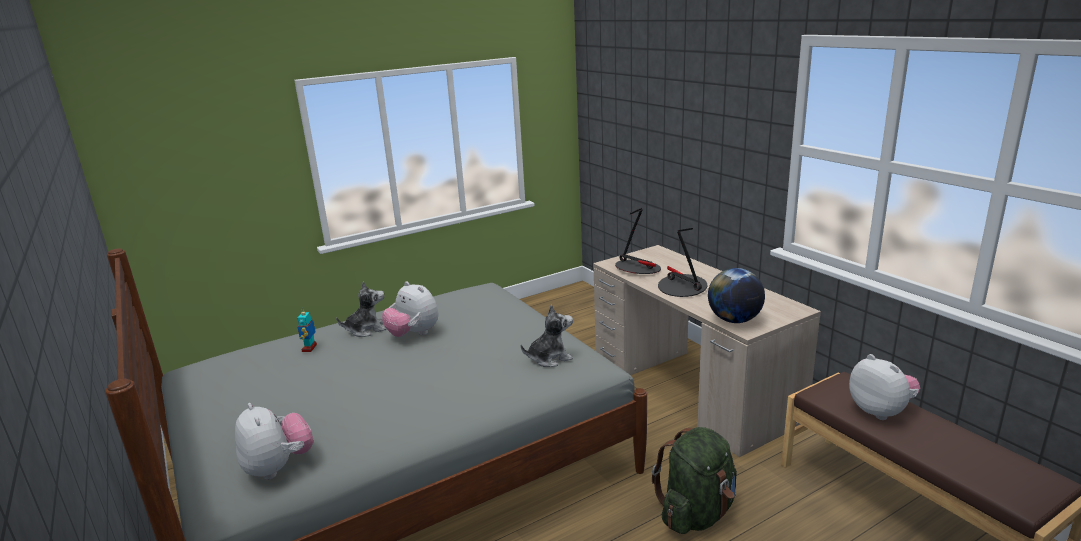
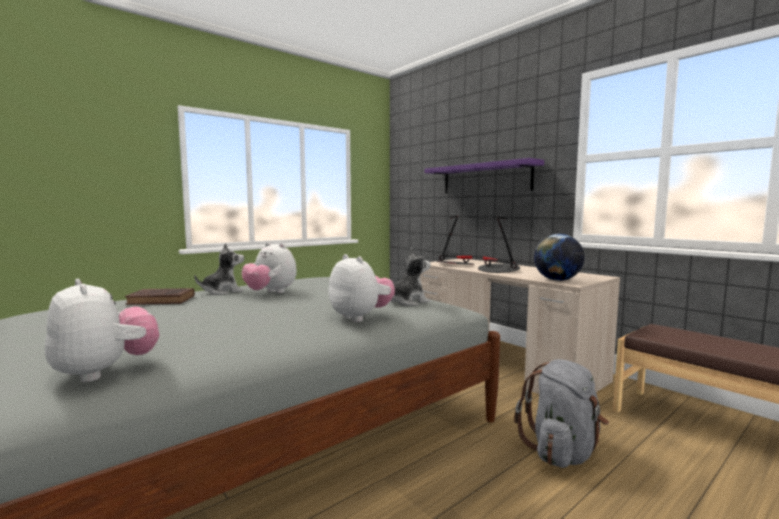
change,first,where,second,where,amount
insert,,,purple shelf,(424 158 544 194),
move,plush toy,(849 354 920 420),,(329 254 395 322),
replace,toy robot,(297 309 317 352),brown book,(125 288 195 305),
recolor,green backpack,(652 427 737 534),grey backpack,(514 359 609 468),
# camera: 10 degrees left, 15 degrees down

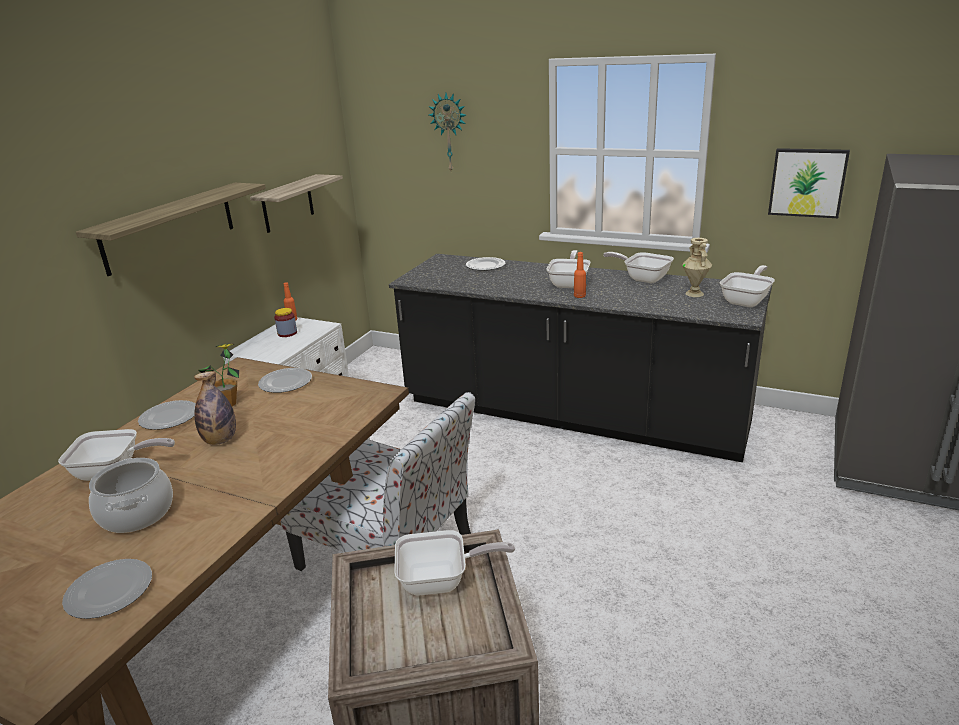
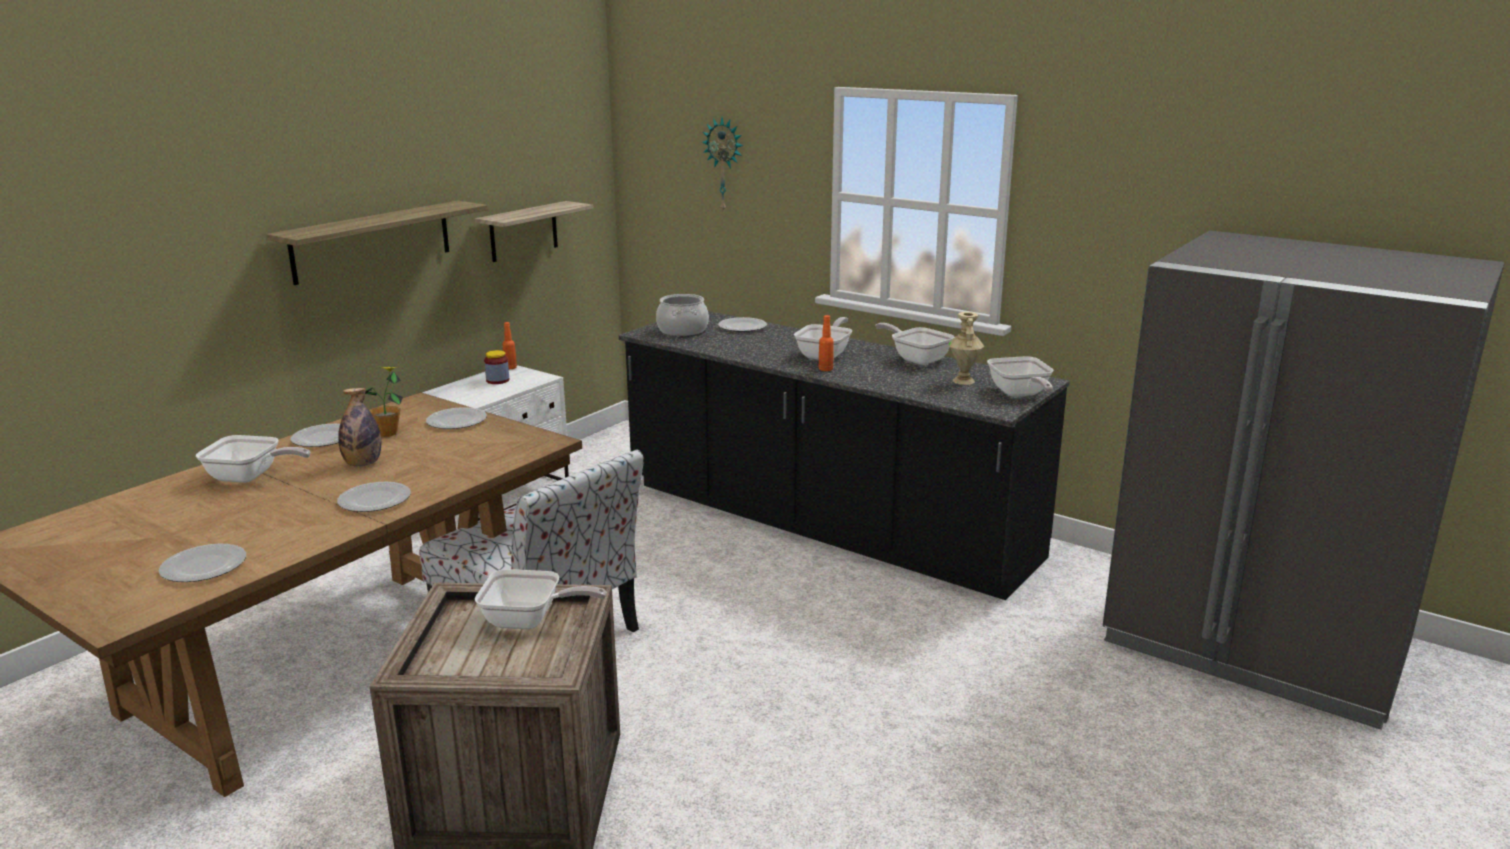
change,first,where,second,where,amount
delete,picture,(768 148 850 218),,,
insert,,,plate,(337 482 411 512),
move,cooking pot,(89 458 173 533),,(656 294 709 336),
rotate,frying pan,(720 265 775 307),,(987 356 1054 397),120 degrees clockwise
# camera: 10 degrees right, 5 degrees down

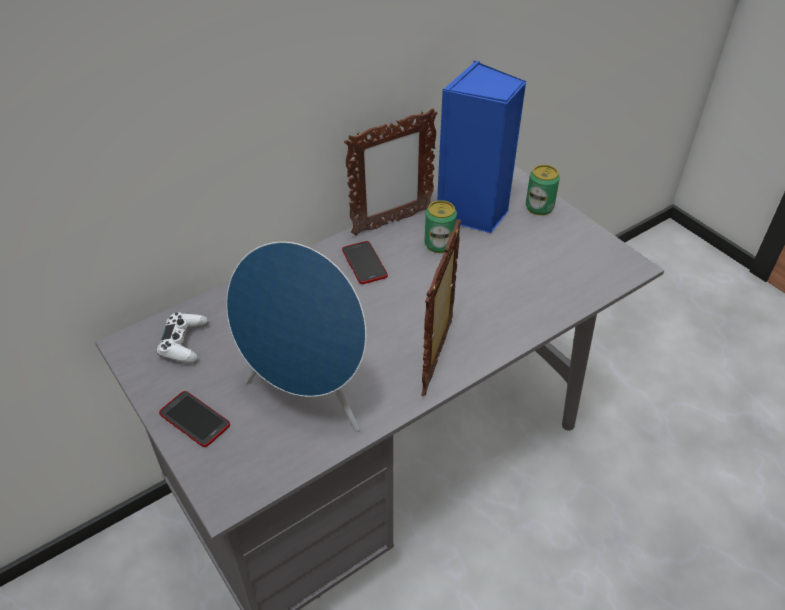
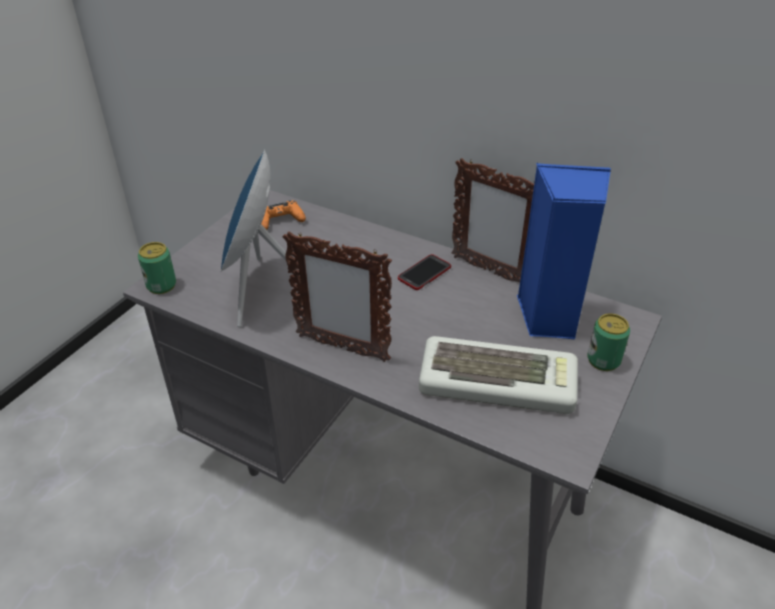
change,first,where,second,where,amount
delete,phone,(159 391 230 447),,,
insert,,,keyboard,(419 336 578 414),
move,can,(425 200 457 253),,(138 242 176 294),
recolor,white game controller,(156 312 209 364),orange game controller,(261 200 306 230),
rotate,picture frame,(421 219 461 396),,(283 231 392 362),150 degrees counterclockwise
# camera: 65 degrees right, 5 degrees down

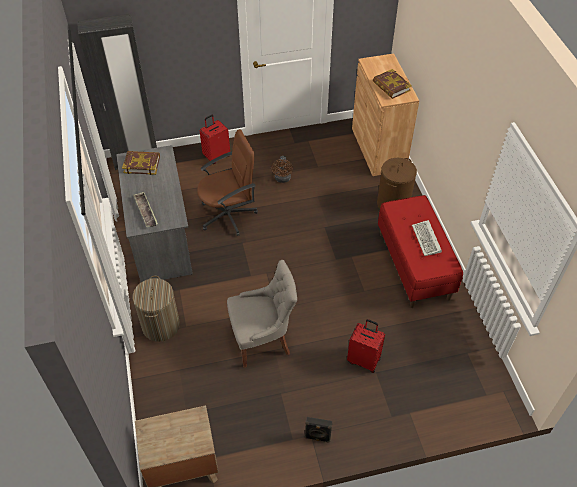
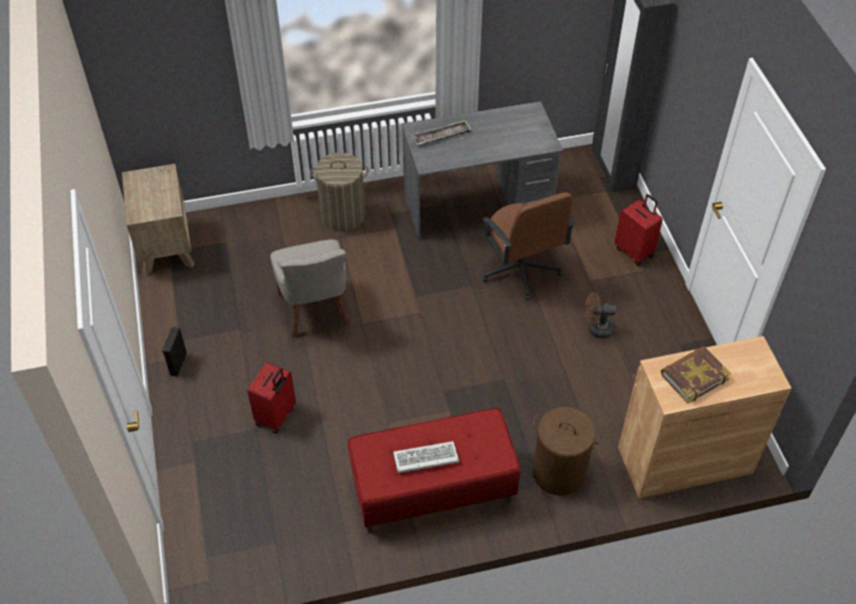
change,first,where,second,where,amount
delete,book,(122 151 160 175),,,
# camera: 90 degrees right, 0 degrees up

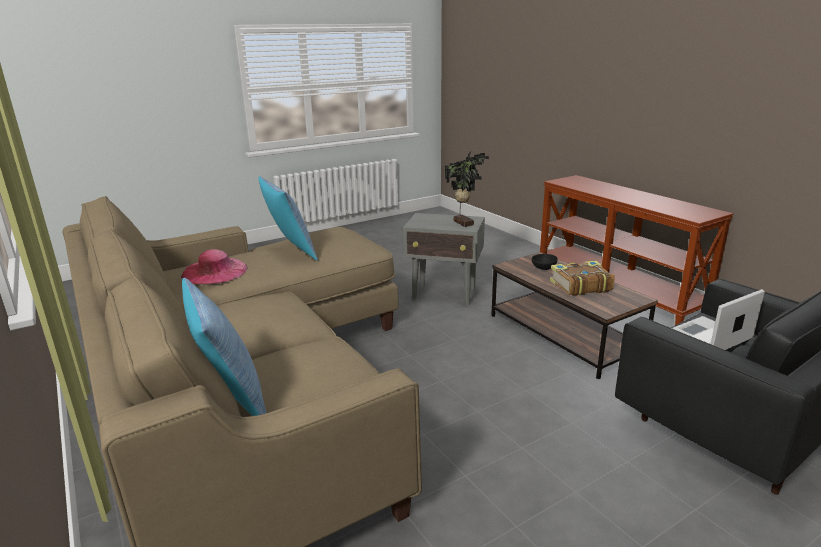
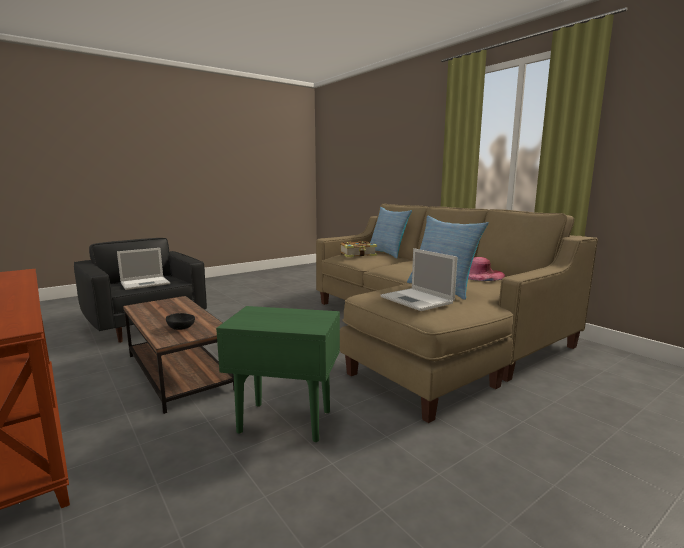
change,first,where,second,where,amount
delete,potted plant,(445 151 489 227),,,
insert,,,laptop,(381 248 457 311),
move,book,(550 260 615 296),,(340 241 377 257),
recolor,grey side table,(403 213 485 305),green side table,(216 306 340 442),
# camera: 175 degrees right, 10 degrees down

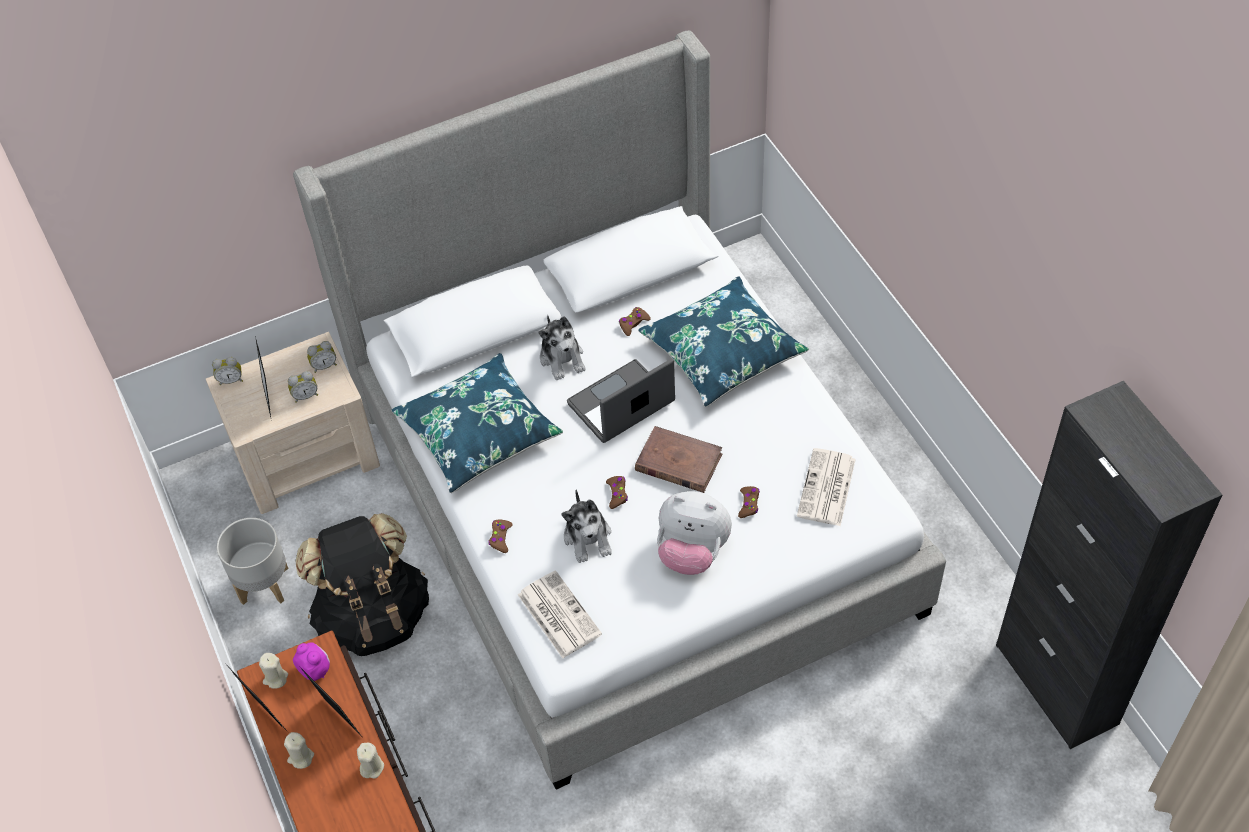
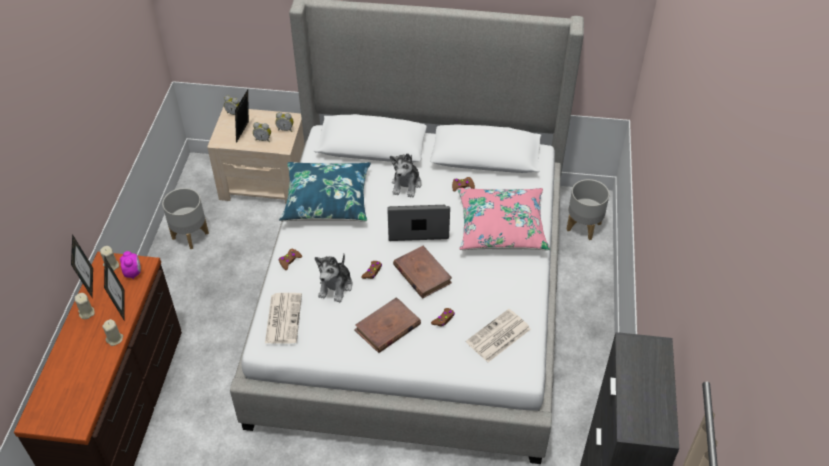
change,first,where,second,where,amount
delete,black backpack,(296 513 429 656),,,
insert,,,grey planter,(567 179 609 240),
replace,plush toy,(657 491 732 575),brown book,(354 297 421 353),
recolor,blue pillow,(638 276 809 407),pink pillow,(458 188 550 250),
# camera: 30 degrees right, 5 degrees down

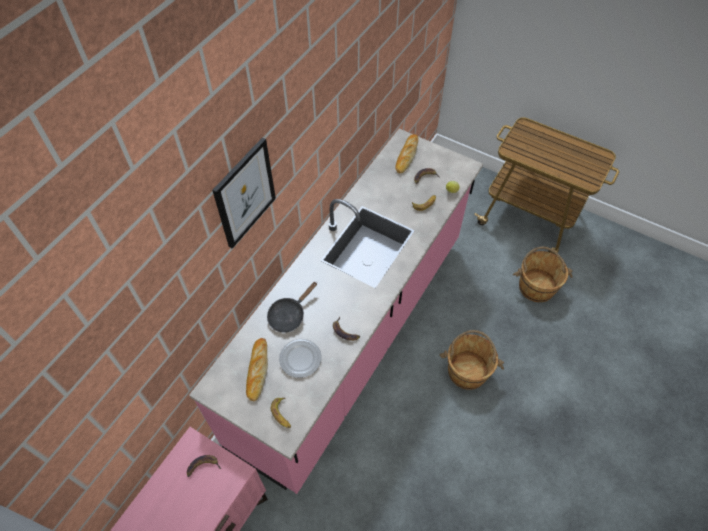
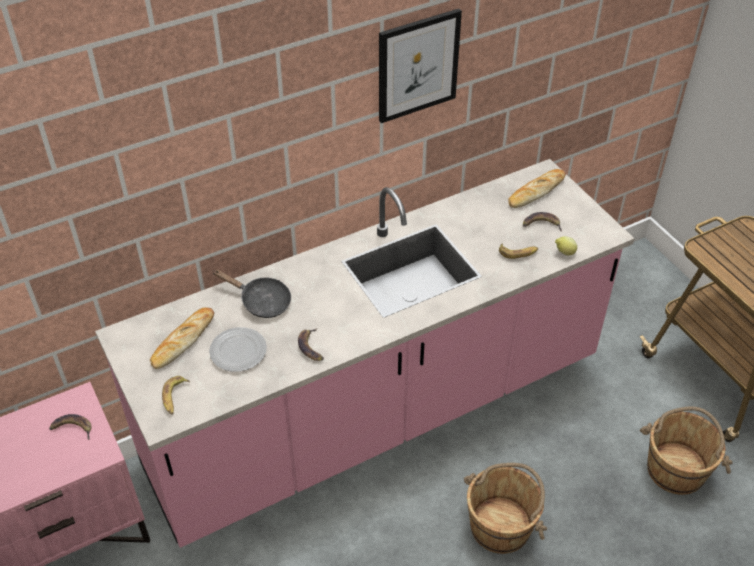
change,first,where,second,where,amount
move,picture,(212 138 276 249),,(379 9 462 123),
rotate,black frying pan,(267 282 317 333),,(213 269 291 318),135 degrees counterclockwise
# camera: 30 degrees right, 10 degrees down

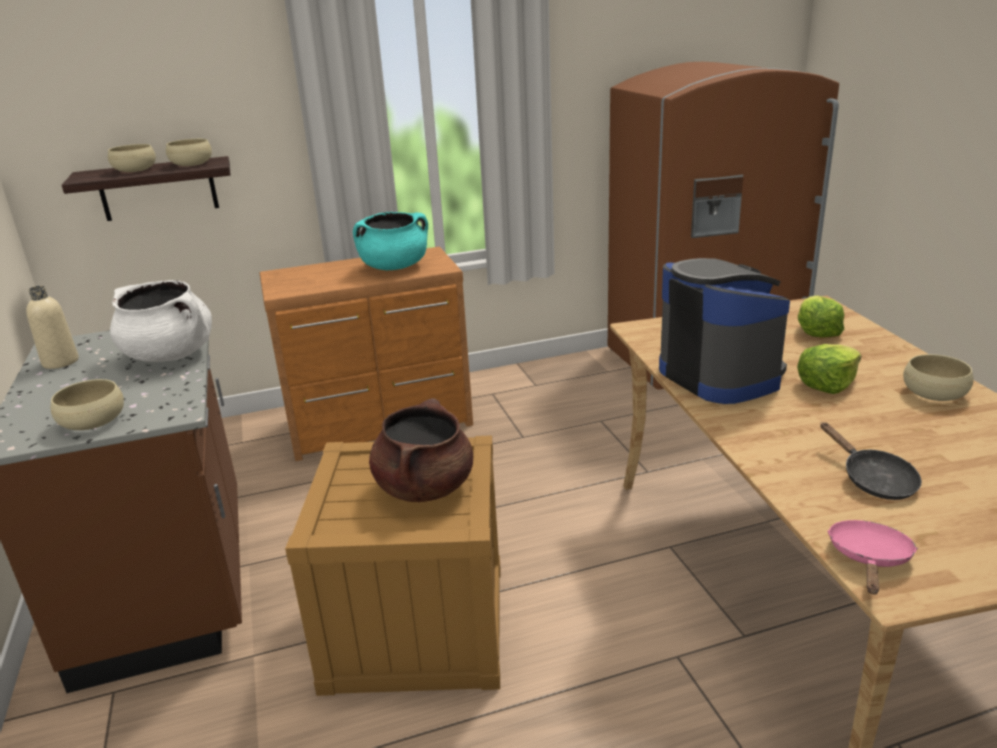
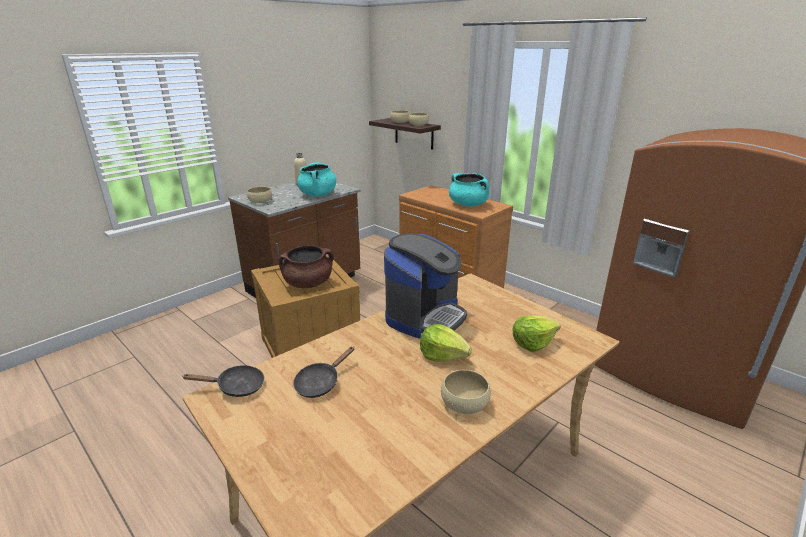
change,first,where,second,where,amount
recolor,white cooking pot,(110 280 212 362),turquoise cooking pot,(297 162 336 197),
recolor,pink frying pan,(828 520 918 594),black frying pan,(182 365 264 397),
# camera: 60 degrees right, 0 degrees up

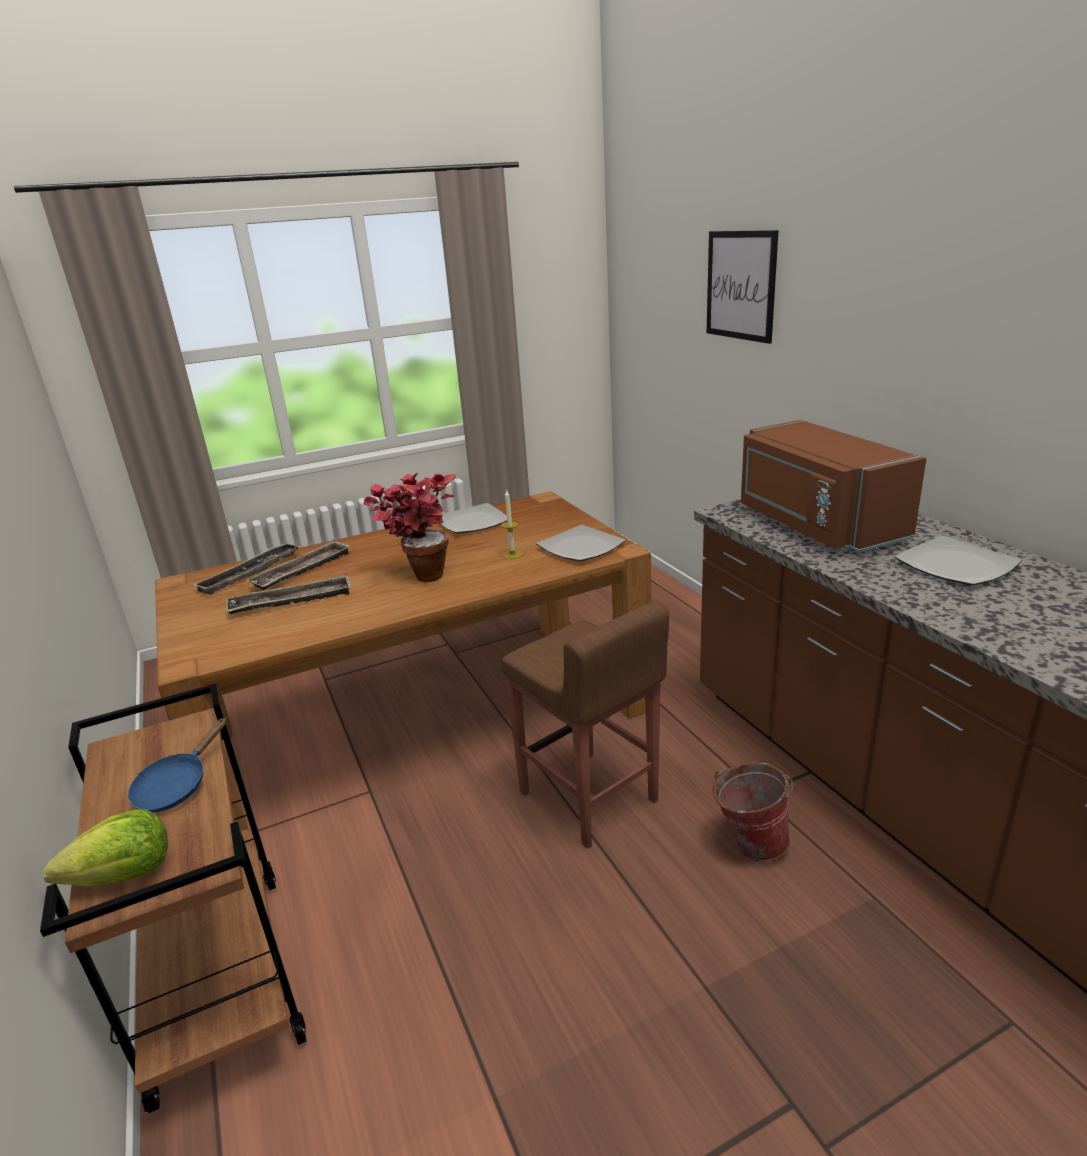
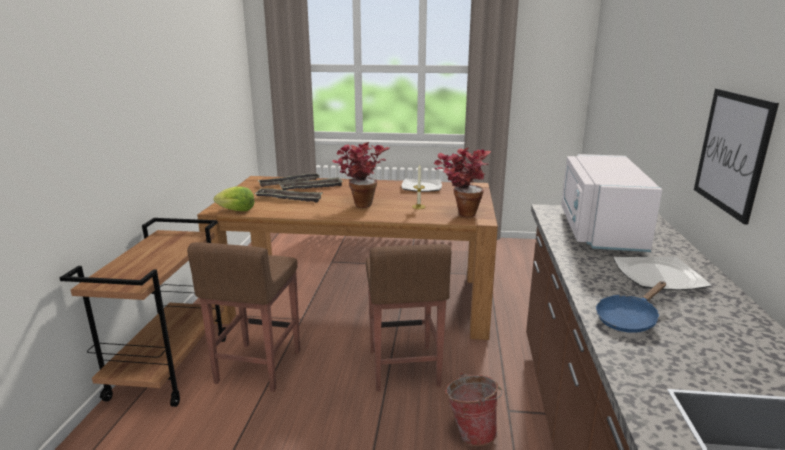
change,first,where,second,where,amount
insert,,,brown stool,(187 242 300 392),
move,lettuce,(43 809 168 887),,(214 186 255 211),
move,blue frying pan,(128 717 227 812),,(596 281 666 333),
move,picture,(707 230 779 344),,(694 89 779 225),
replace,plate,(537 525 626 561),potted plant,(434 148 491 217),
recolor,brown microwave,(741 420 927 552),white microwave,(561 154 662 252),
# camera: 30 degrees right, 5 degrees down

